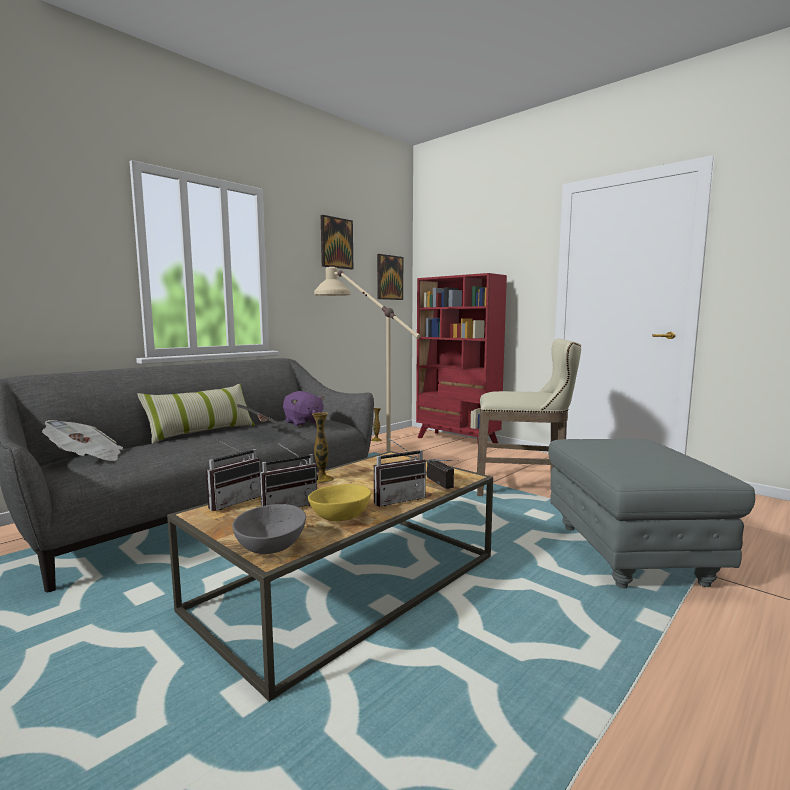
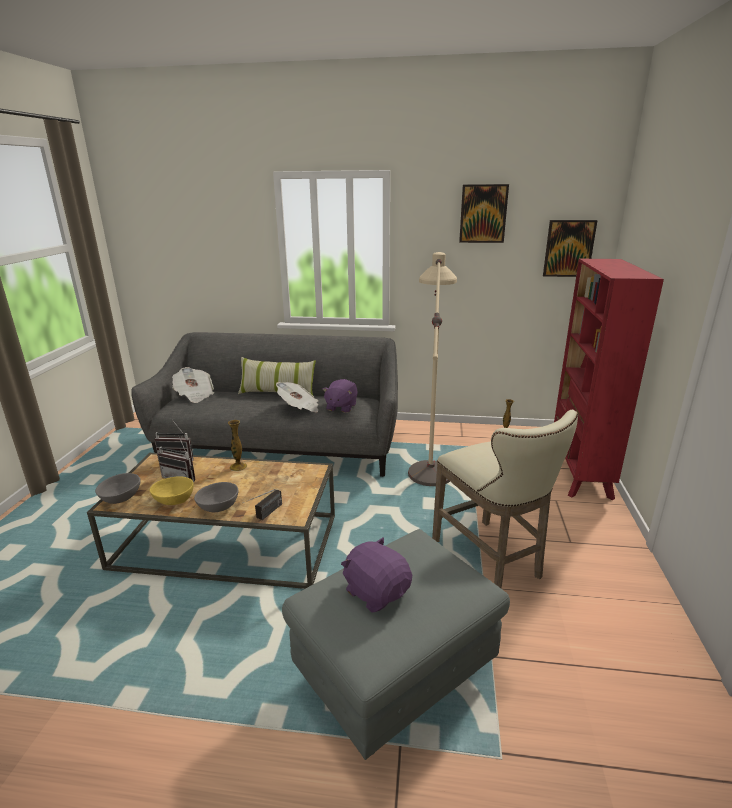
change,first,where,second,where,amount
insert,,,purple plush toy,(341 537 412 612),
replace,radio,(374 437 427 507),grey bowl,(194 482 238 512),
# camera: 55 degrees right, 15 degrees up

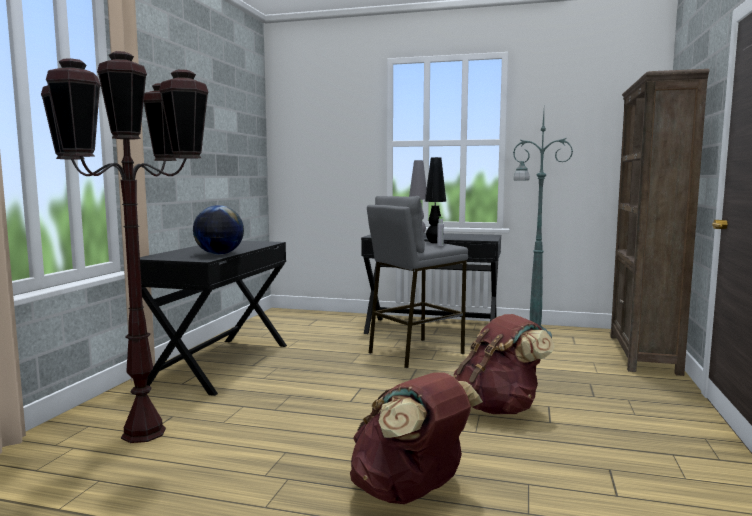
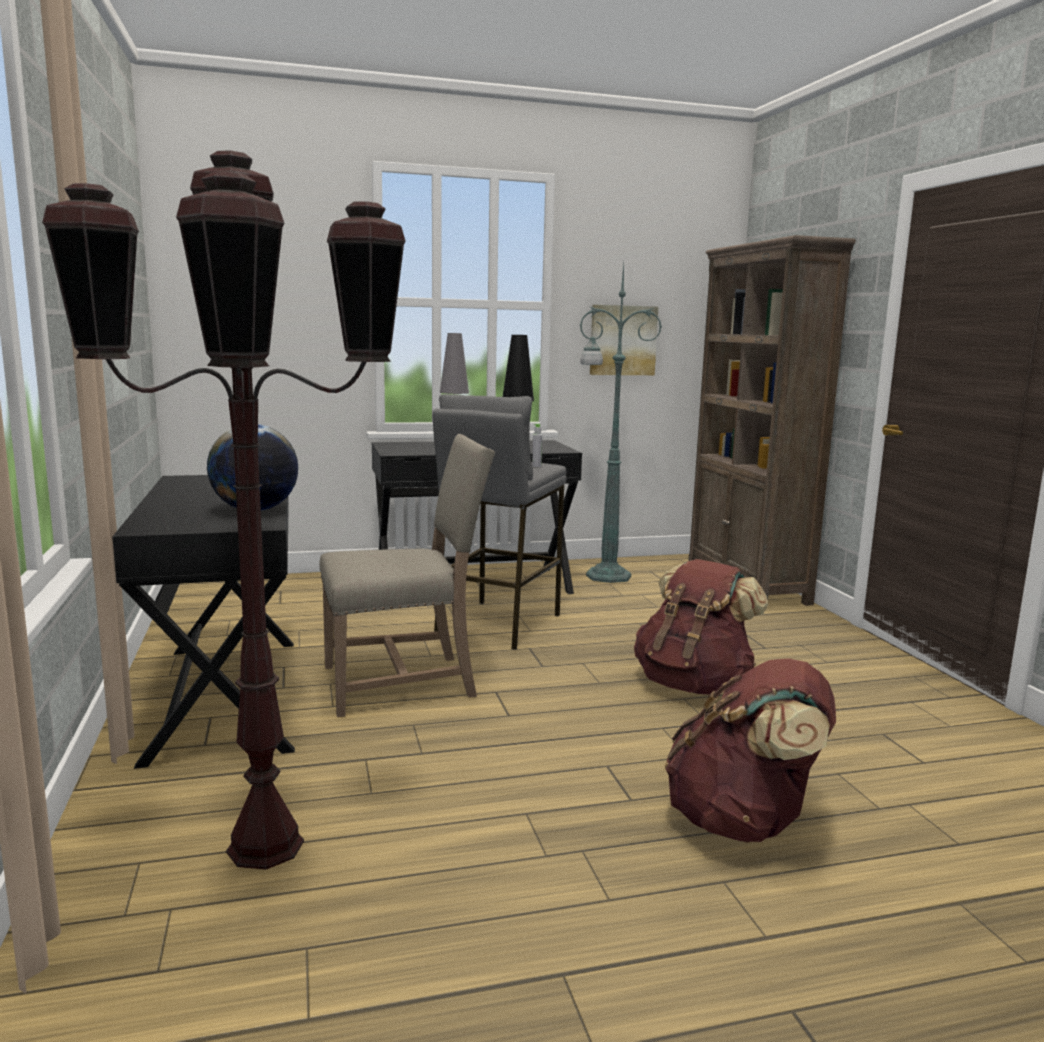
change,first,where,second,where,amount
insert,,,beige chair,(319 434 495 717),
insert,,,picture,(590 305 659 375),
# camera: 30 degrees left, 5 degrees up

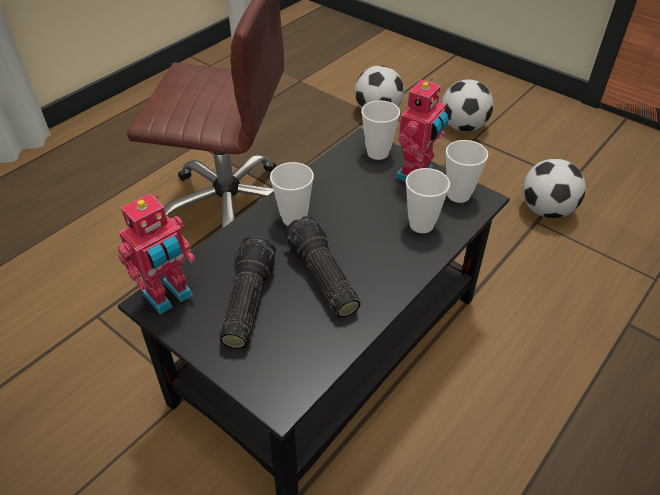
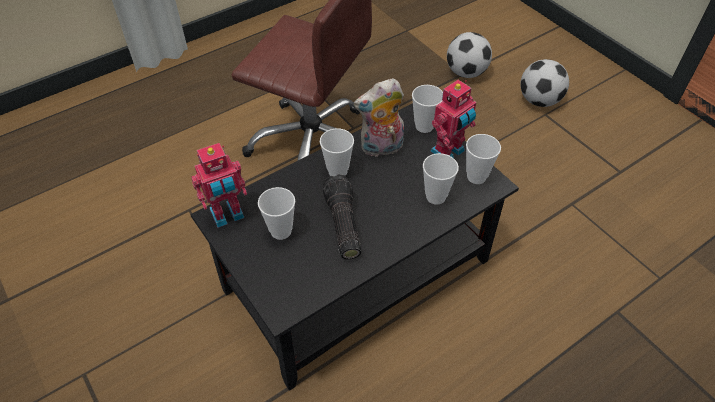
change,first,where,second,where,amount
delete,football,(523 159 586 218),,,
insert,,,plush toy,(354 78 404 157),
replace,flashlight,(220 236 276 349),cup,(258 187 295 240),
# camera: 15 degrees right, 5 degrees up

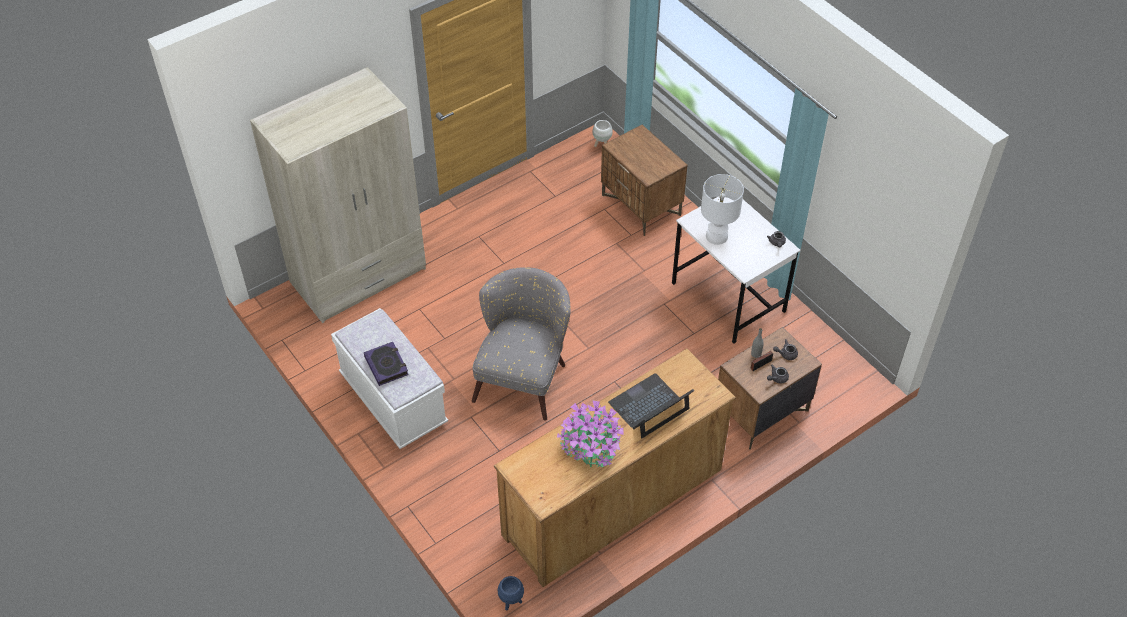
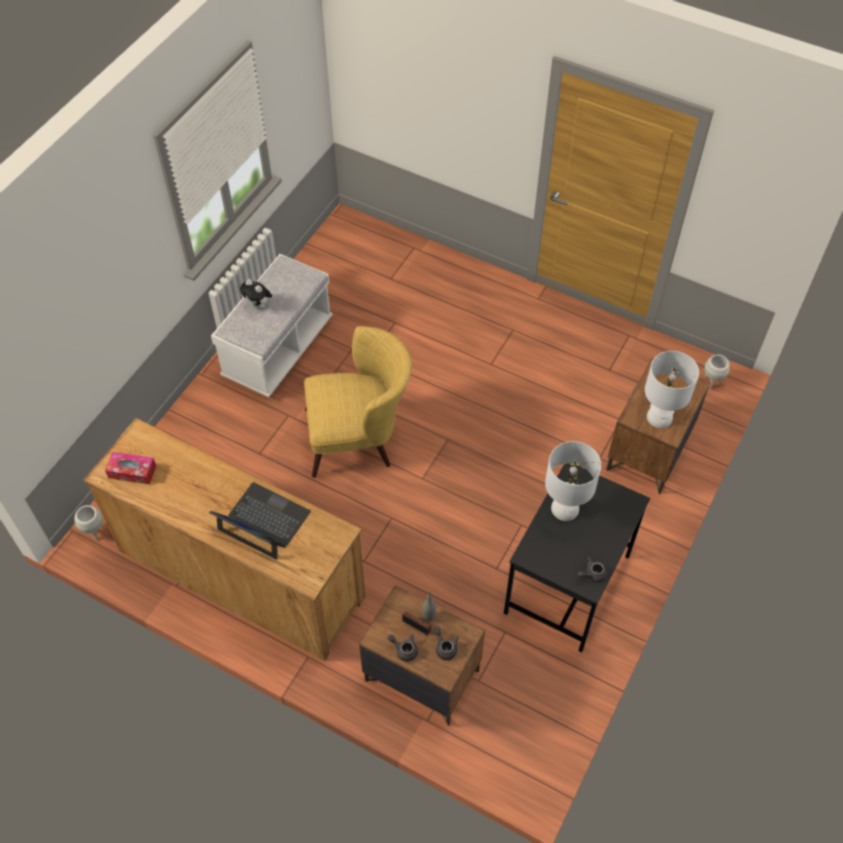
change,first,where,second,where,amount
delete,beige wardrobe,(250 67 426 323),,,
delete,potted plant,(557 400 624 467),,,
insert,,,tissue box,(105 452 156 485),
insert,,,white table lamp,(645 351 699 428),
replace,book,(364 342 409 386),plush toy,(240 279 272 310),
recolor,grey armchair,(472 267 571 421),yellow armchair,(304 326 412 478),
recolor,blue planter,(498 576 524 611),white planter,(74 505 103 540),
recolor,white desk,(672 197 801 343),black desk,(504 464 650 652),
# camera: 65 degrees right, 5 degrees up

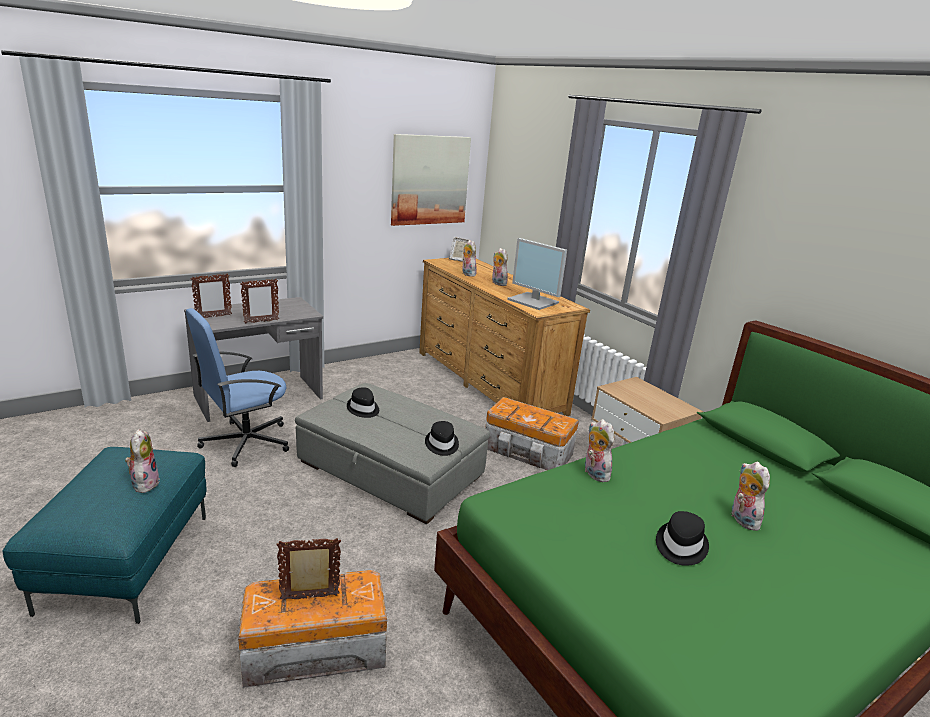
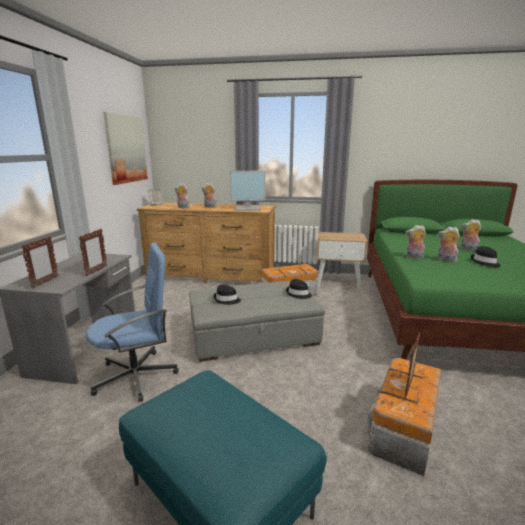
change,first,where,second,where,amount
move,plush toy,(125 429 160 493),,(437 227 460 262),
rotate,blue office chair,(186 308 289 467),,(86 243 179 402),120 degrees counterclockwise
# camera: 45 degrees left, 5 degrees down

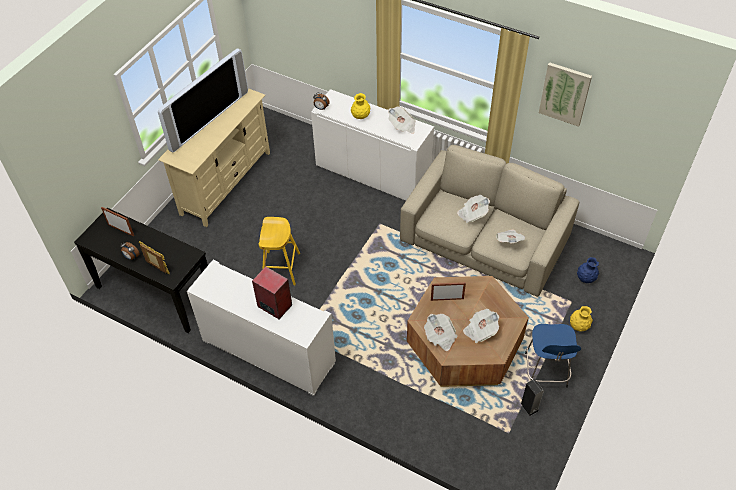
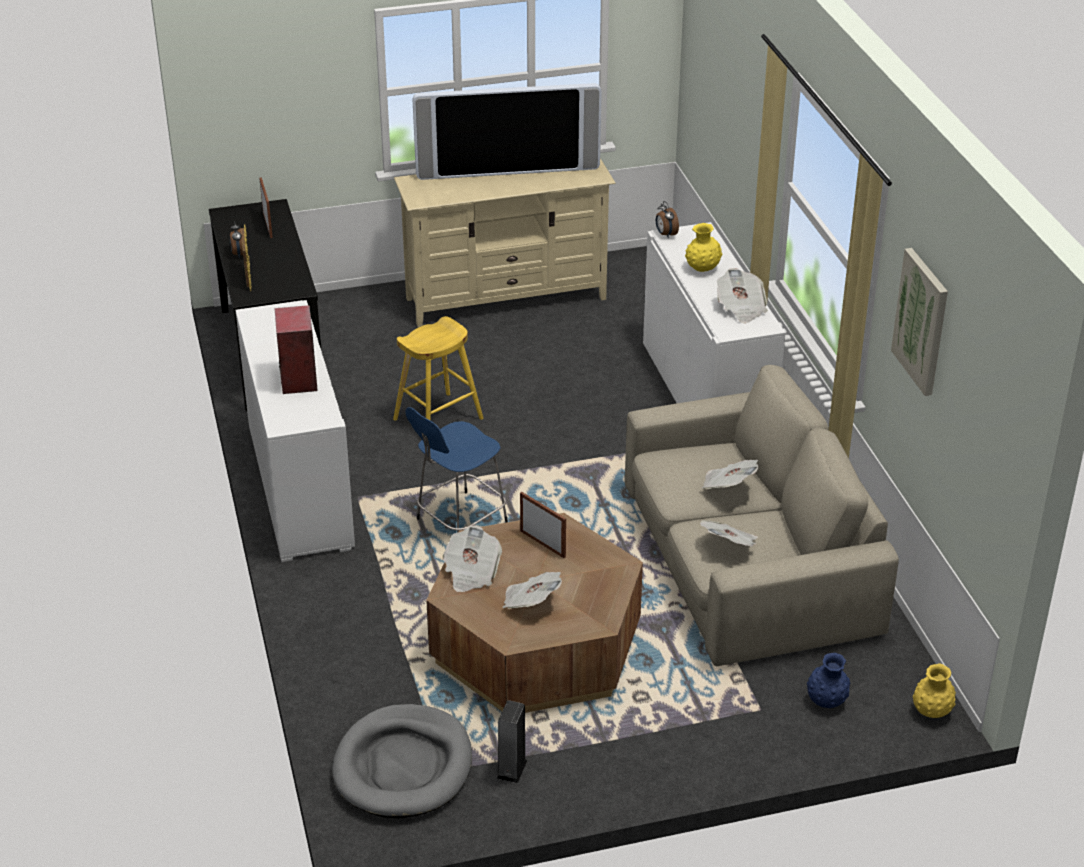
change,first,where,second,where,amount
insert,,,grey dog bed,(332 704 472 819),
move,blue stool,(525 324 581 388),,(405 407 508 533),
move,yellow vase,(570 306 593 331),,(913 663 956 718),
# camera: 45 degrees right, 15 degrees down

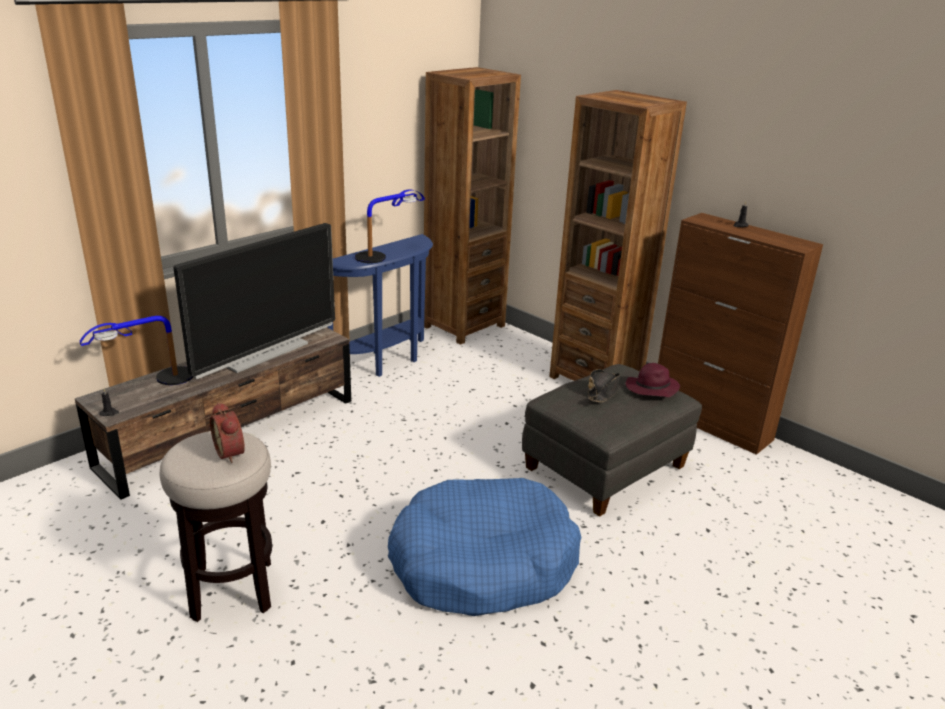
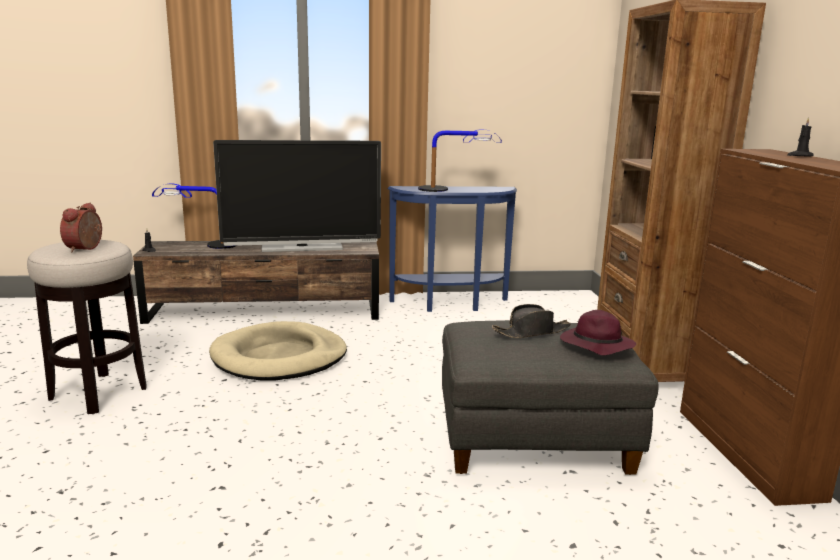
change,first,where,second,where,amount
delete,blue dog bed,(388 478 581 616),,,
delete,brown bookcase,(424 67 521 345),,,
insert,,,beige dog bed,(209 321 347 381),
# camera: 40 degrees right, 10 degrees down

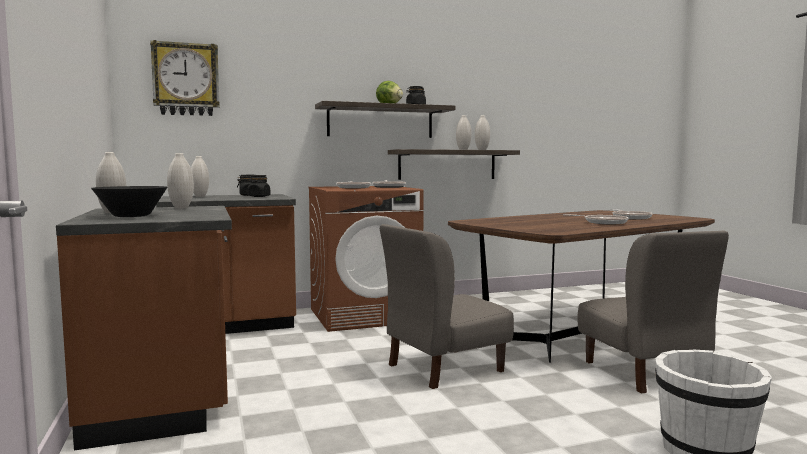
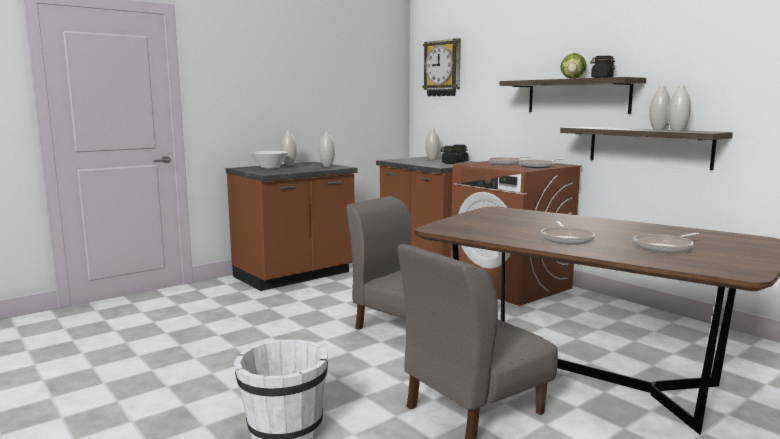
change,first,where,second,where,amount
recolor,black bowl,(91 186 167 217),white bowl,(251 151 289 169),
# camera: 70 degrees right, 5 degrees up

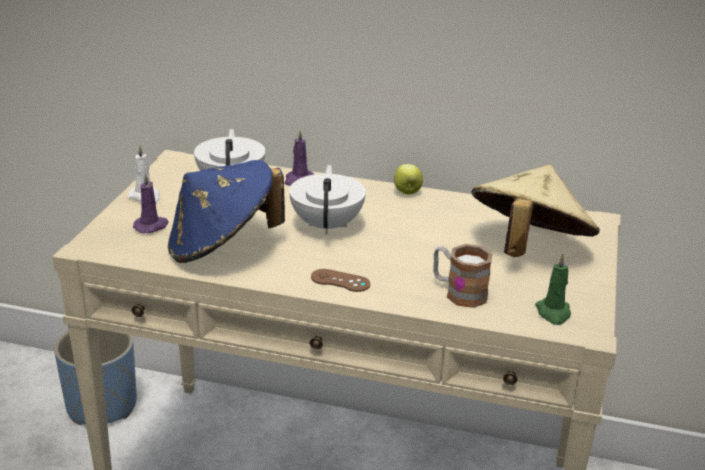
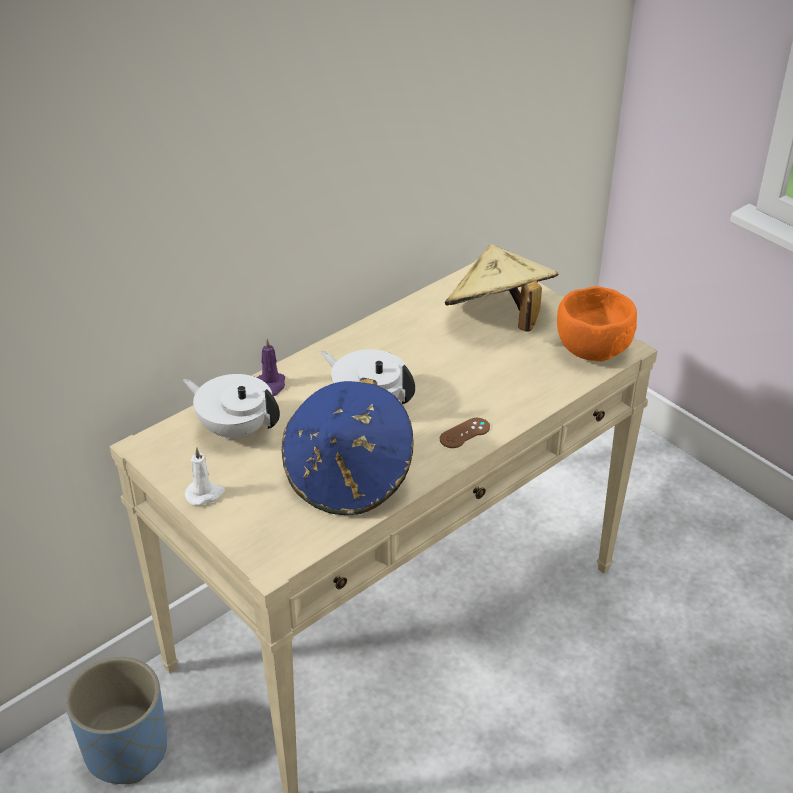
change,first,where,second,where,amount
delete,purple candle,(133 173 169 234),,,
delete,apple,(394 164 423 194),,,
delete,mug,(434 244 493 308),,,
replace,green candle,(535 254 571 325),orange bowl,(557 286 637 362),
# camera: 55 degrees left, 10 degrees up

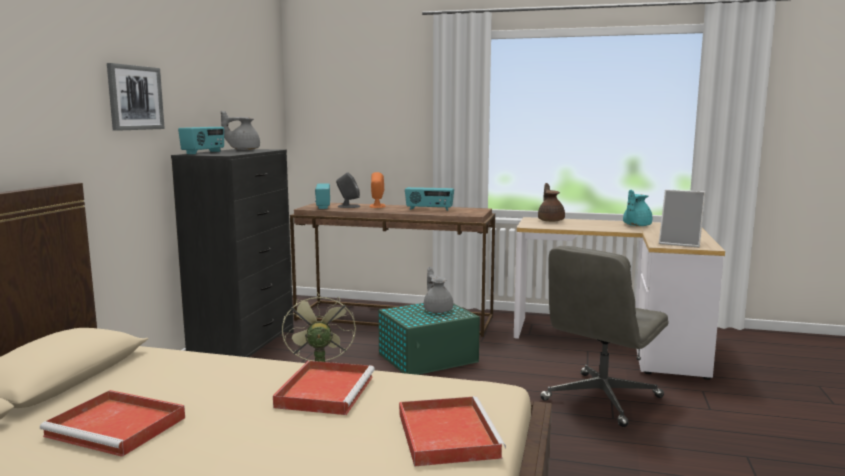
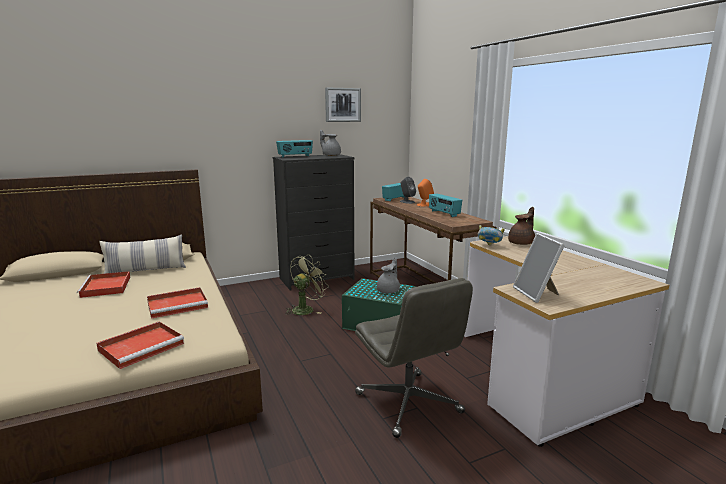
change,first,where,second,where,amount
delete,turquoise teapot,(623 190 652 226),,,
insert,,,pillow,(99 234 186 274),
insert,,,bowl,(478 225 505 246),
move,picture,(107 63 165 131),,(325 87 361 122),
rotate,grey office chair,(540 246 668 427),,(355 278 473 438),120 degrees counterclockwise
# camera: 50 degrees right, 5 degrees up

